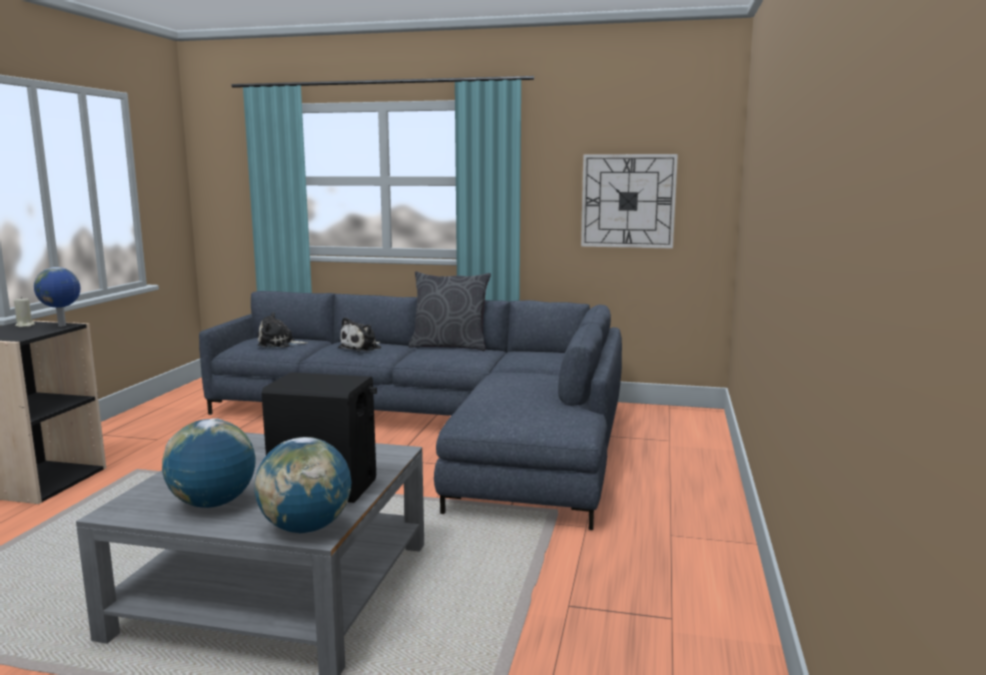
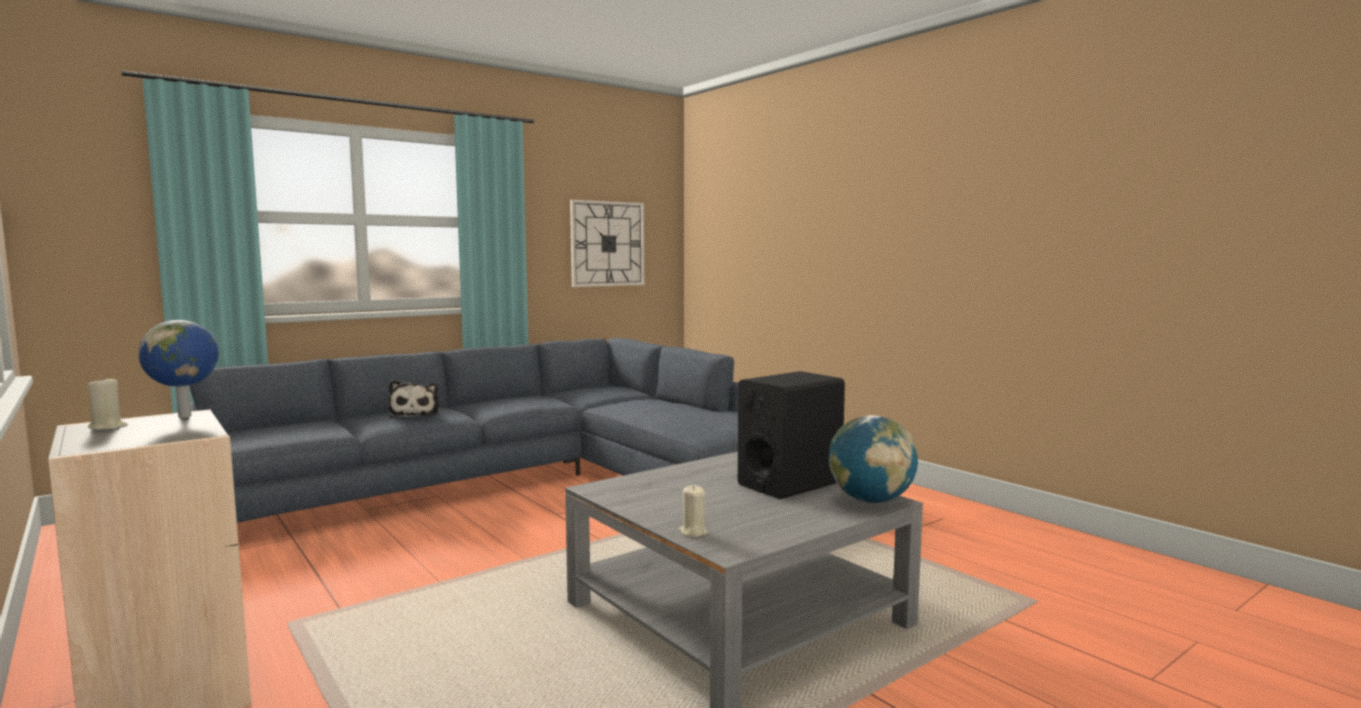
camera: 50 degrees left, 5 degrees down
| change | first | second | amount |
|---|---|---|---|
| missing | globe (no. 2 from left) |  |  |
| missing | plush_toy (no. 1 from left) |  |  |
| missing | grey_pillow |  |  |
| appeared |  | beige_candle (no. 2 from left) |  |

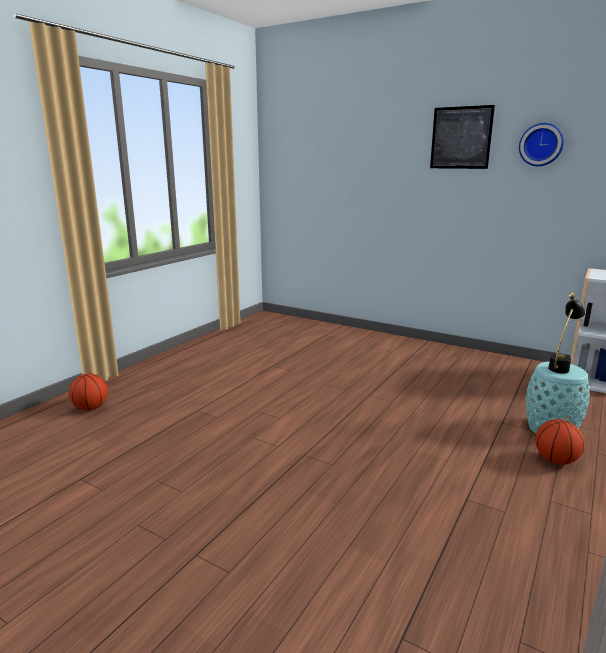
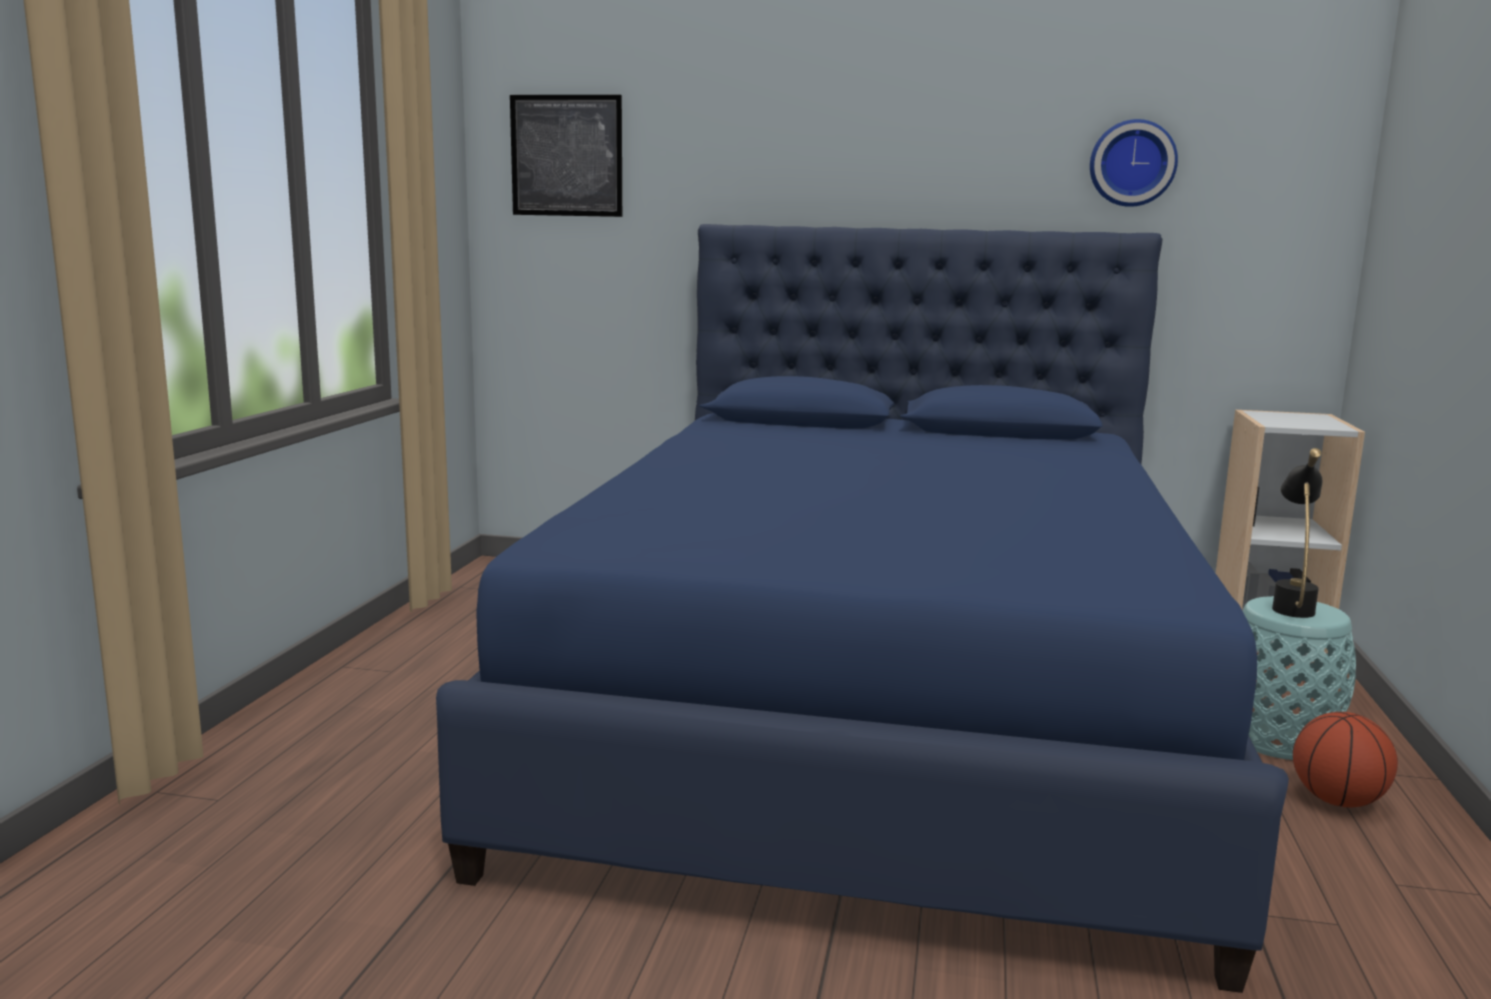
camera: 20 degrees left, 5 degrees down
| change | first | second | amount |
|---|---|---|---|
| missing | basketball (no. 1 from left) |  |  |
| appeared |  | blue_bed |  |
| relocated | picture |  |  |

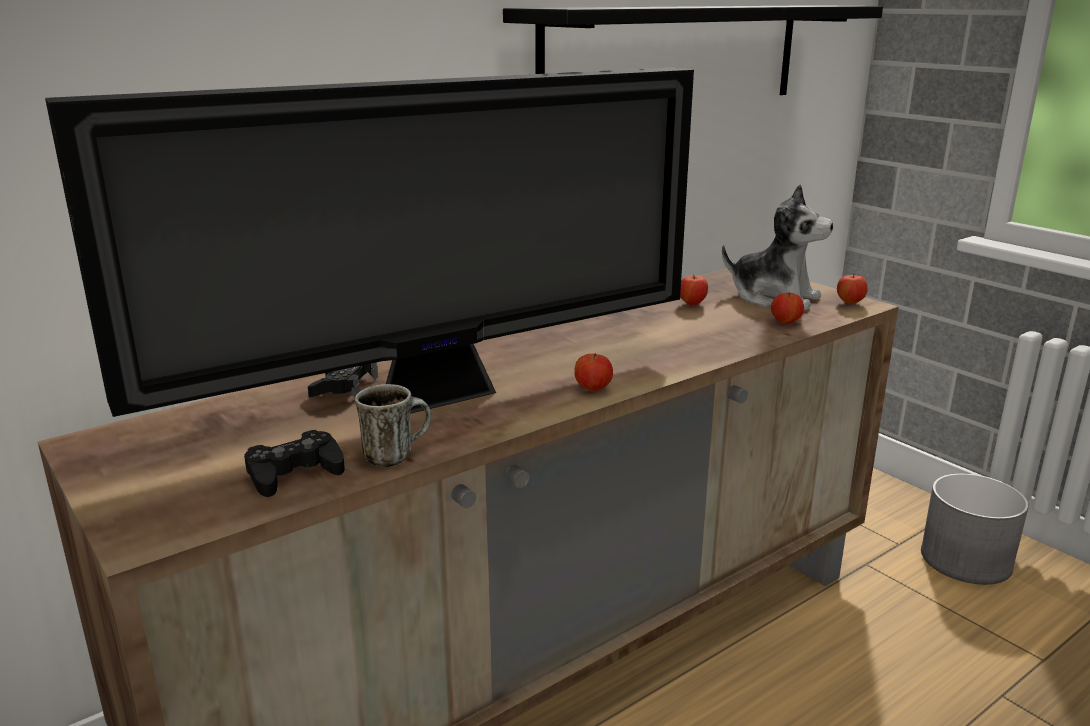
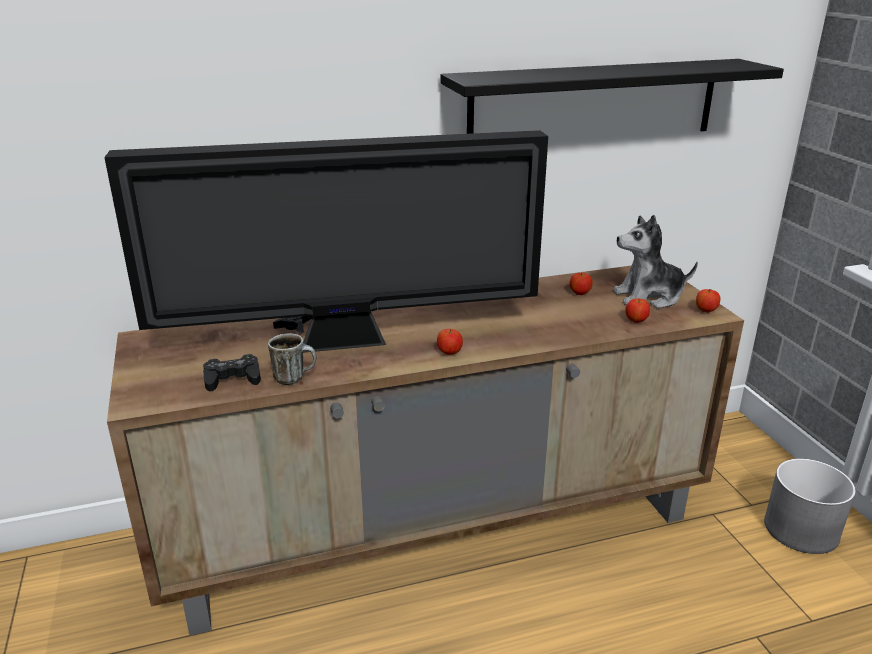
camera: 20 degrees right, 5 degrees up
| change | first | second | amount |
|---|---|---|---|
| spun | plush_toy |  | 120 degrees clockwise |

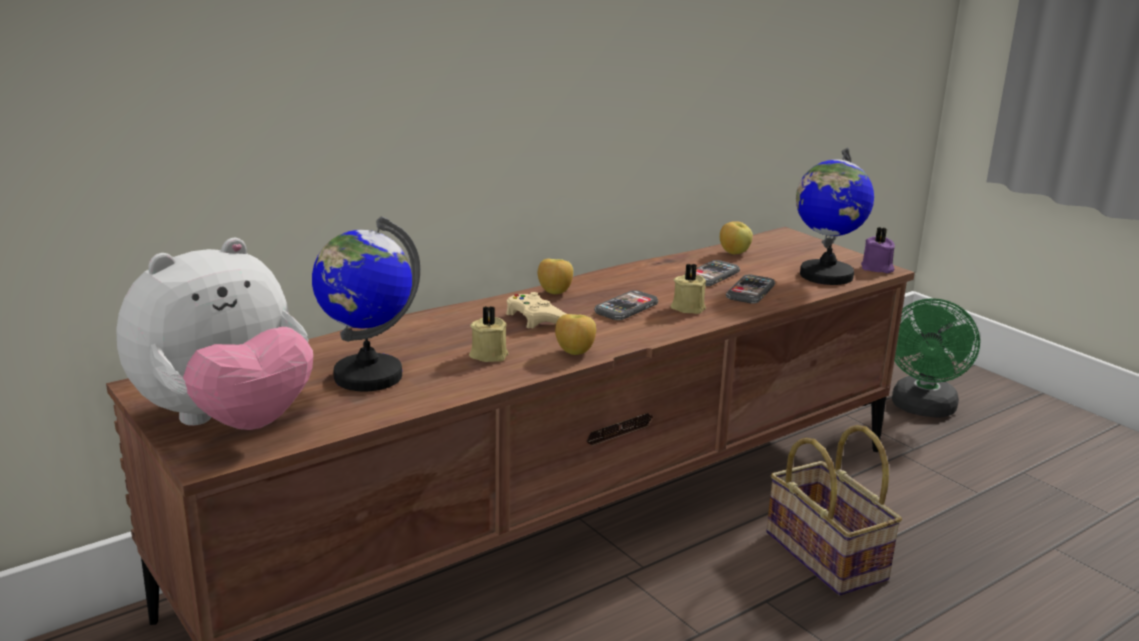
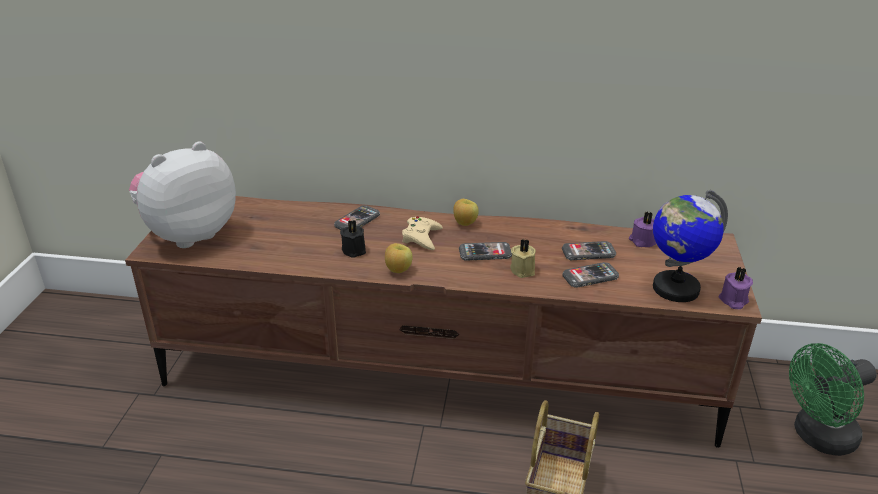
camera: 45 degrees right, 10 degrees up
| change | first | second | amount |
|---|---|---|---|
| missing | globe (no. 1 from left) |  |  |
| appeared |  | phone (no. 1 from left) |  |
| exchanged | apple (no. 3 from left) | purple_candle (no. 1 from left) |  |
| colour | beige_candle (no. 1 from left) | black_candle |  |
| spun | plush_toy |  | 135 degrees clockwise |

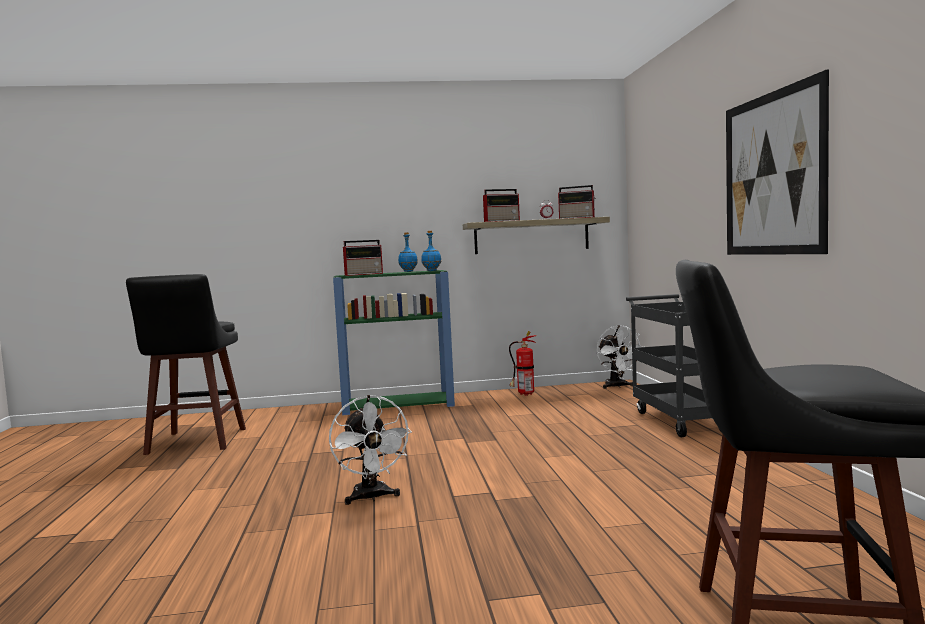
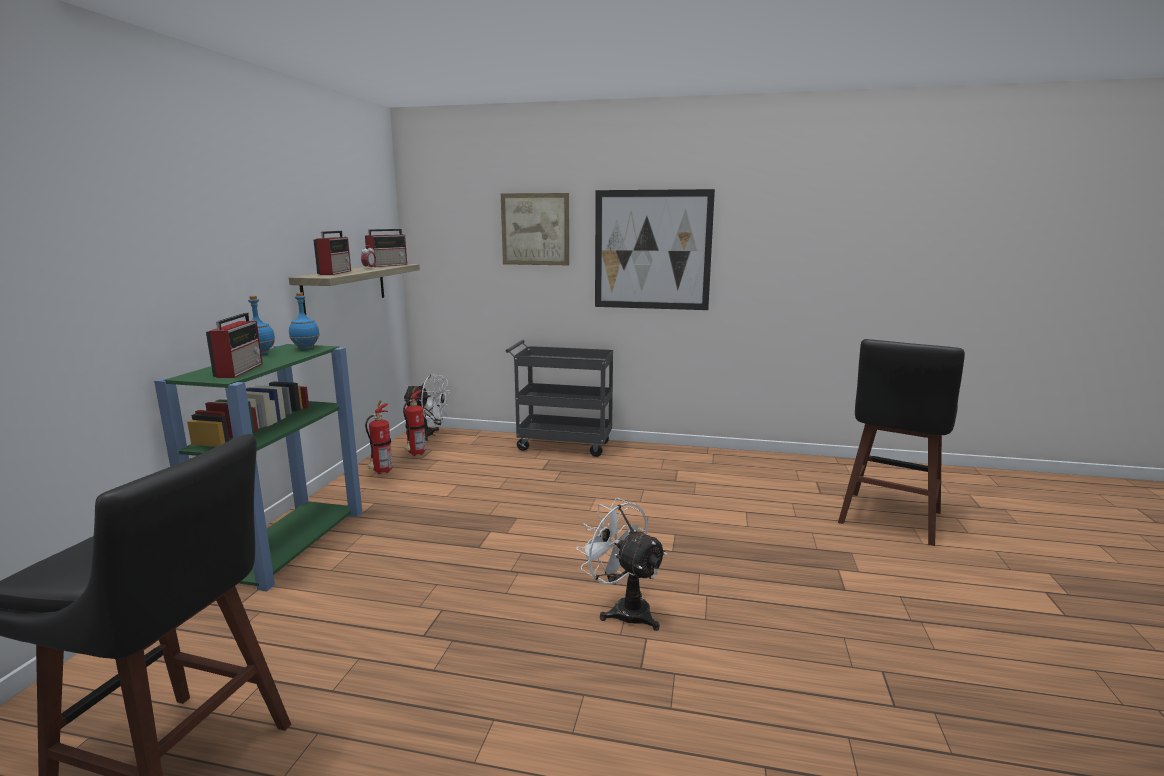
camera: 70 degrees left, 10 degrees up
| change | first | second | amount |
|---|---|---|---|
| appeared |  | fire_extinguisher (no. 2 from left) |  |
| appeared |  | picture (no. 1 from left) |  |
| spun | white_fan (no. 1 from left in the first image) | white_fan (no. 2 from left) | 135 degrees counterclockwise |

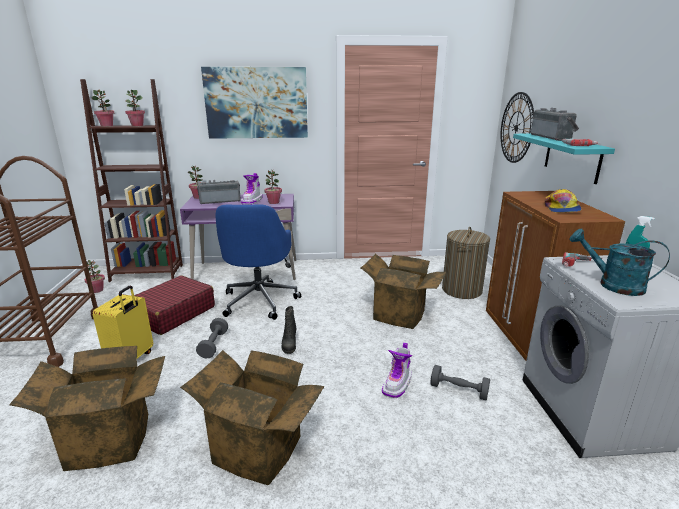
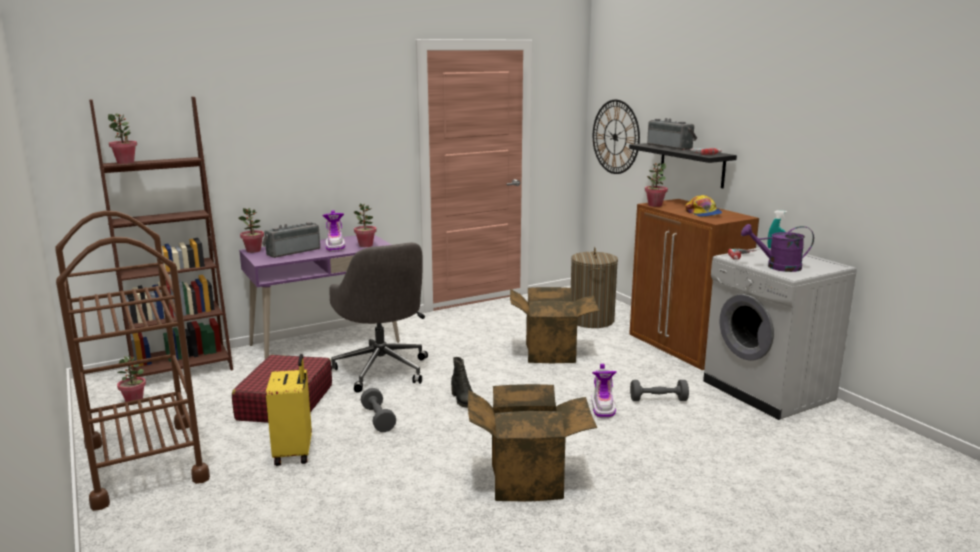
camera: 25 degrees left, 5 degrees down
| change | first | second | amount |
|---|---|---|---|
| missing | cardboard_box (no. 1 from left) |  |  |
| missing | picture |  |  |
| relocated | potted_plant (no. 3 from left in the first image) | potted_plant (no. 5 from left) |  |
| colour | blue_office_chair | grey_office_chair |  |
| colour | turquoise_shelf | black_shelf |  |
| colour | turquoise_watering_can | purple_watering_can |  |

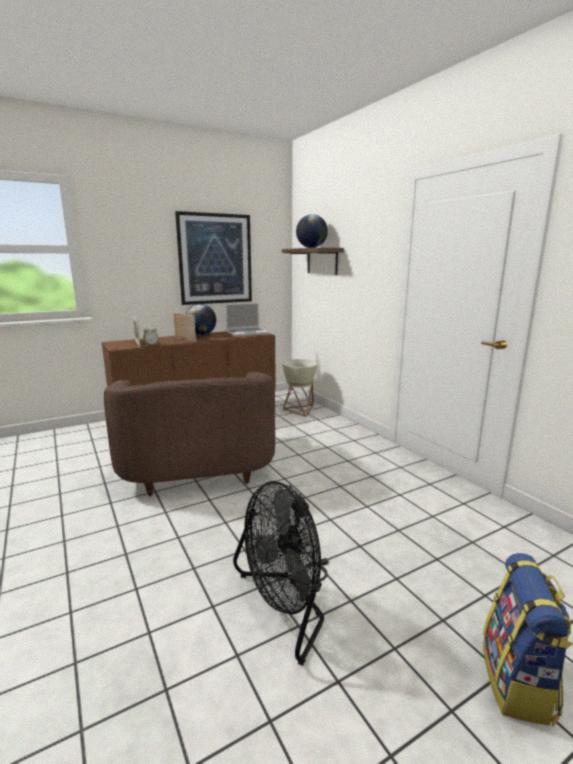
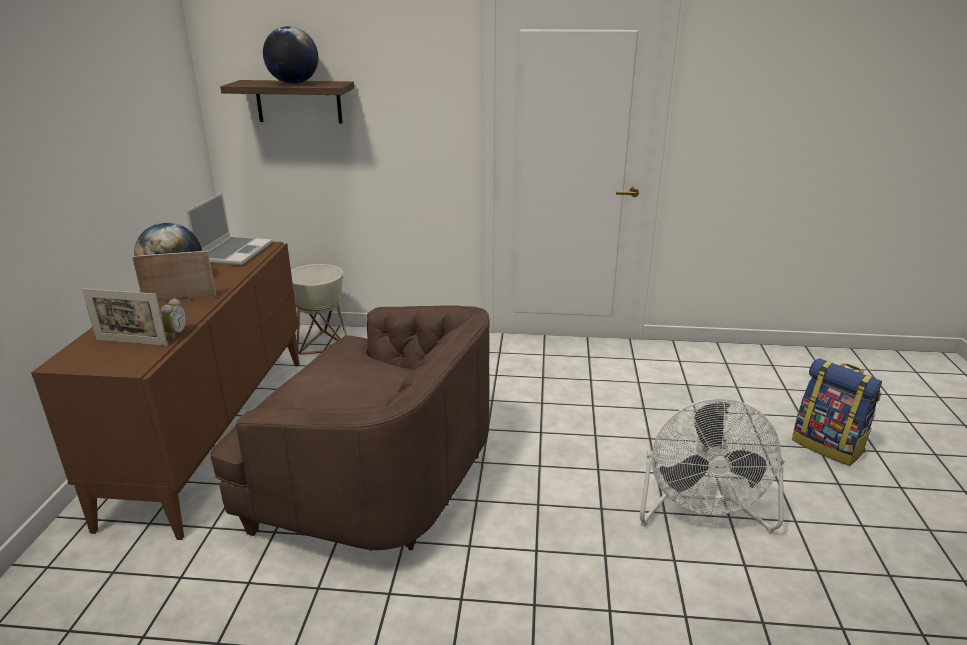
camera: 55 degrees left, 10 degrees up
| change | first | second | amount |
|---|---|---|---|
| missing | picture |  |  |
| colour | black_fan | white_fan |  |

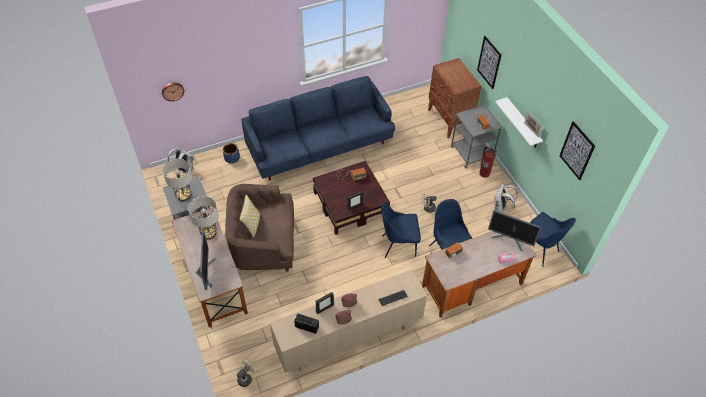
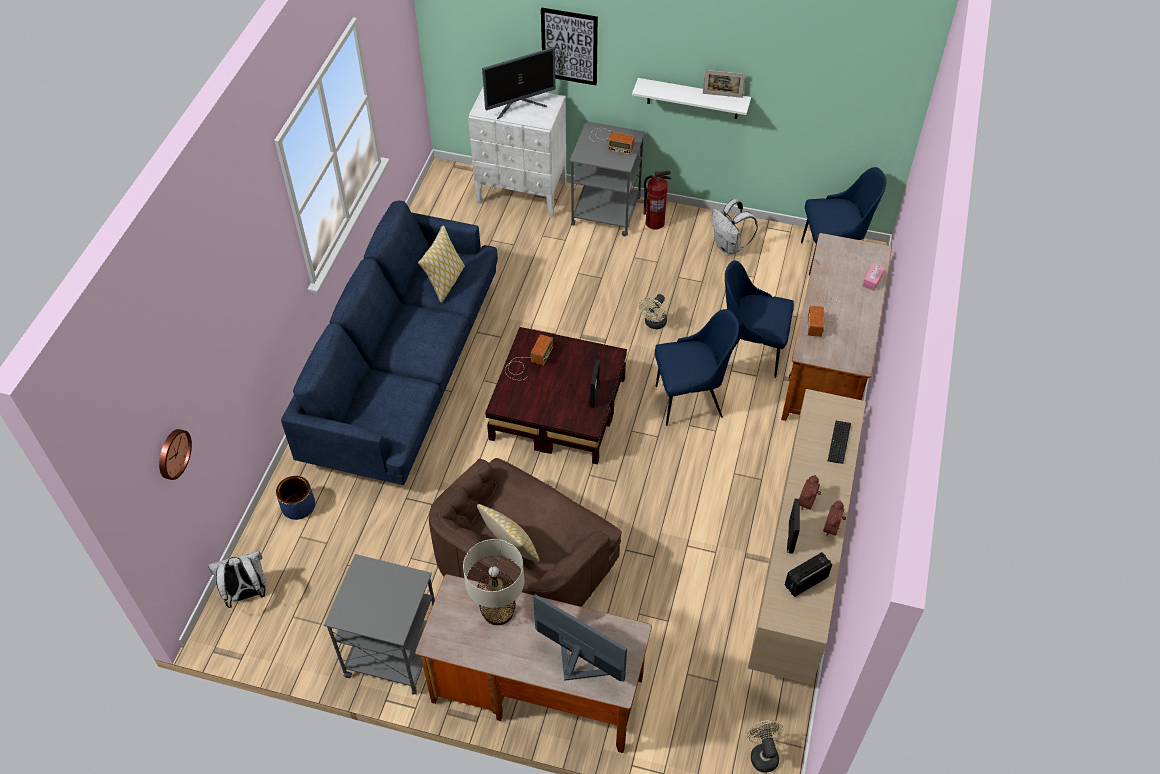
camera: 50 degrees left, 0 degrees up
| change | first | second | amount |
|---|---|---|---|
| missing | table_lamp (no. 1 from left) |  |  |
| missing | picture (no. 2 from left) |  |  |
| appeared |  | pillow (no. 1 from left) |  |
| relocated | monitor (no. 2 from left in the first image) | monitor (no. 1 from left) |  |
| colour | brown_dresser | white_dresser |  |
| spun | blue_chair (no. 1 from left) |  | 135 degrees counterclockwise |

